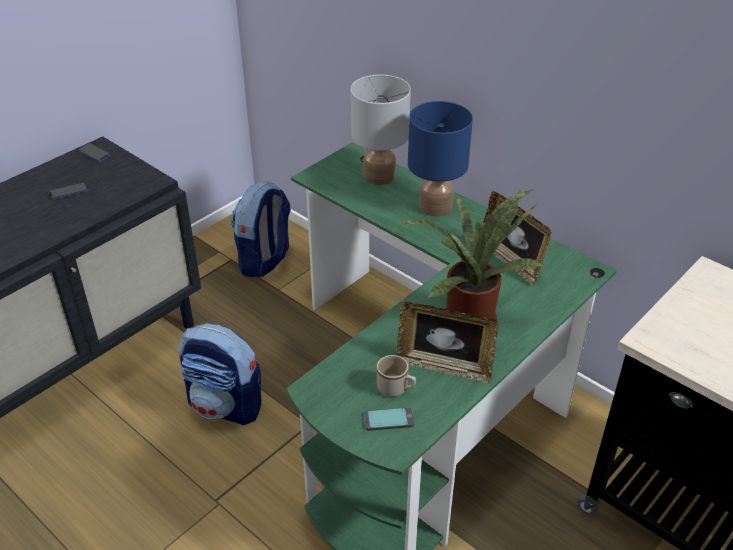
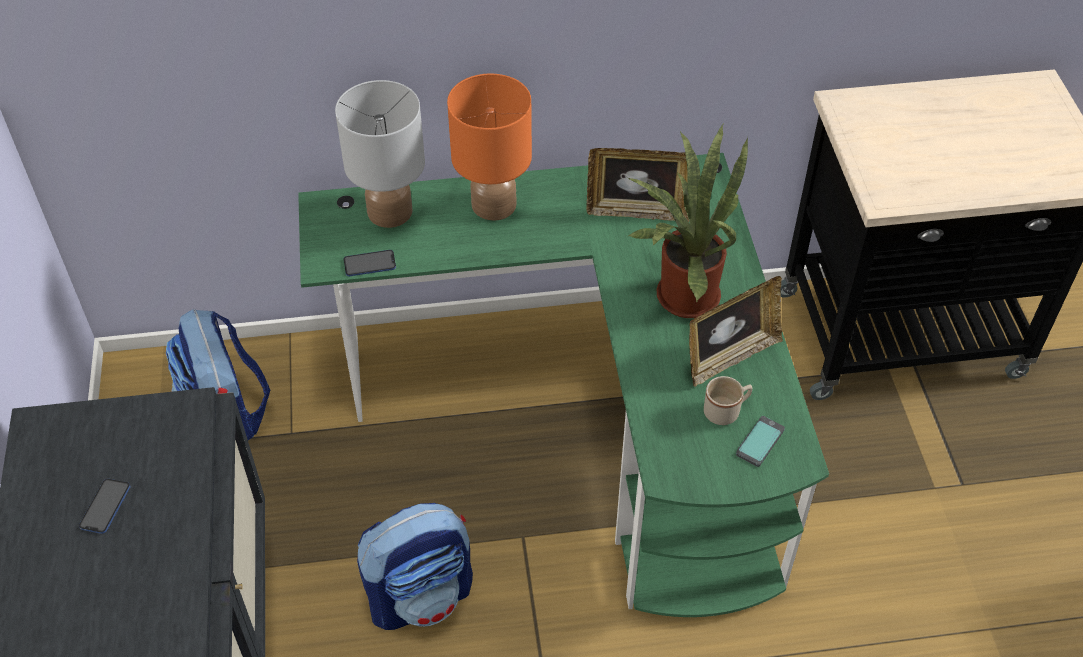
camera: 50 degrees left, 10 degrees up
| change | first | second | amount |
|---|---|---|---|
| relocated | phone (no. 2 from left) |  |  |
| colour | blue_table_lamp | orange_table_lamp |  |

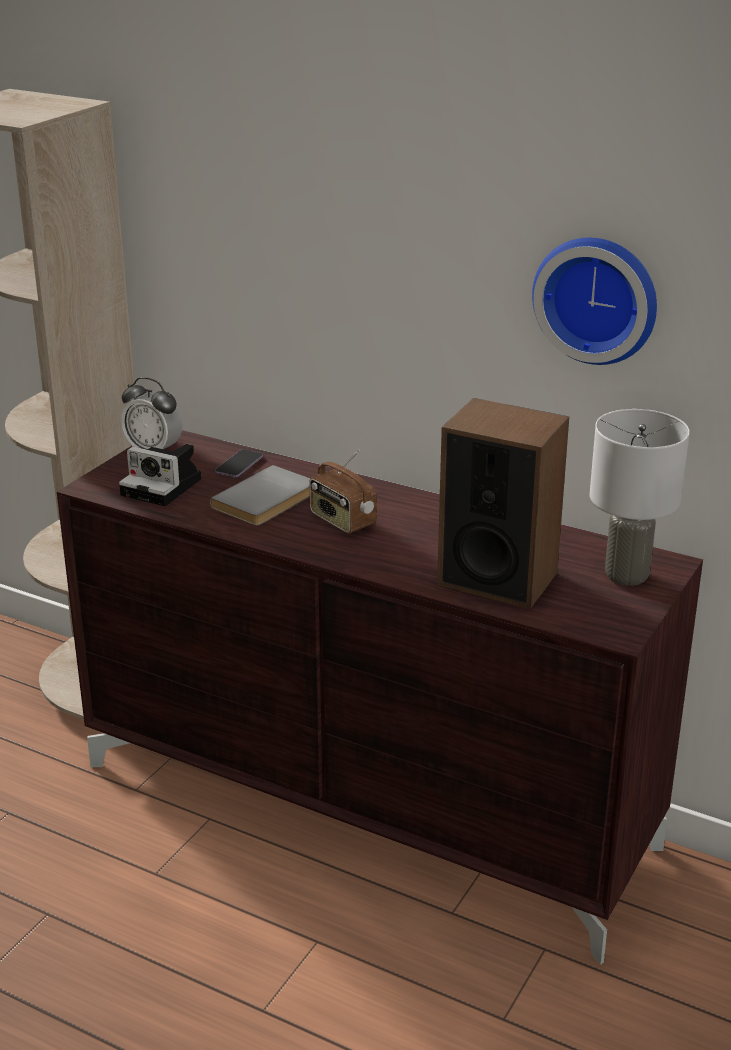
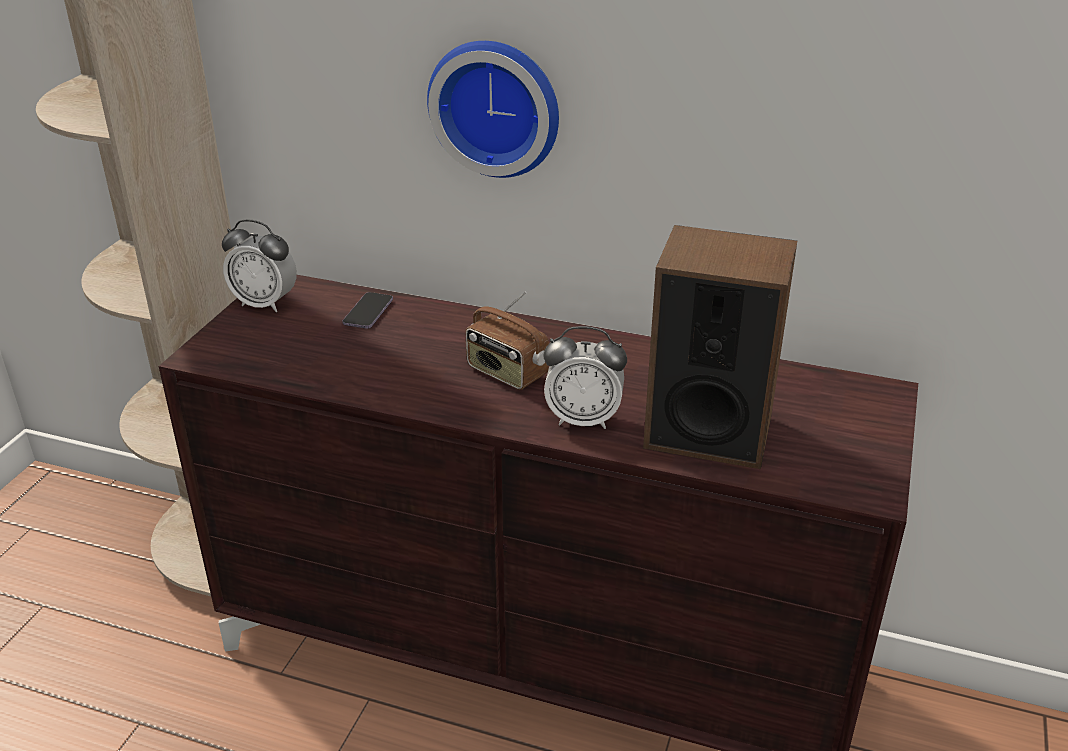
camera: 10 degrees left, 5 degrees up
| change | first | second | amount |
|---|---|---|---|
| missing | photo_camera |  |  |
| missing | grey_book |  |  |
| missing | white_table_lamp |  |  |
| appeared |  | alarm_clock (no. 2 from left) |  |
| relocated | wall_clock |  |  |

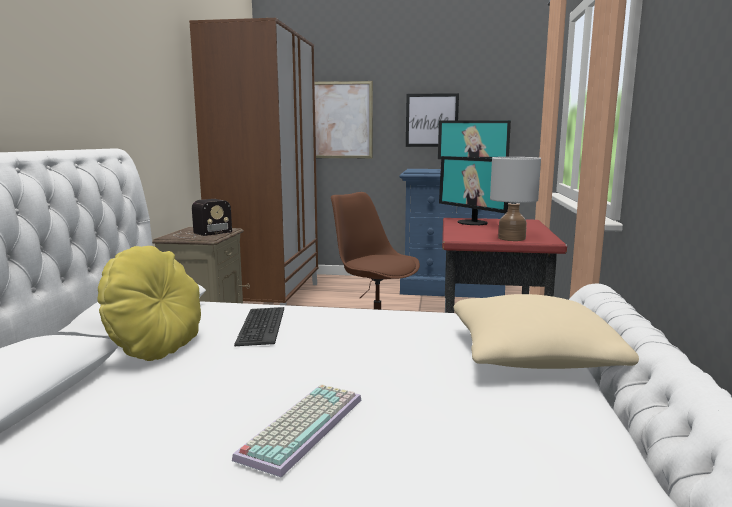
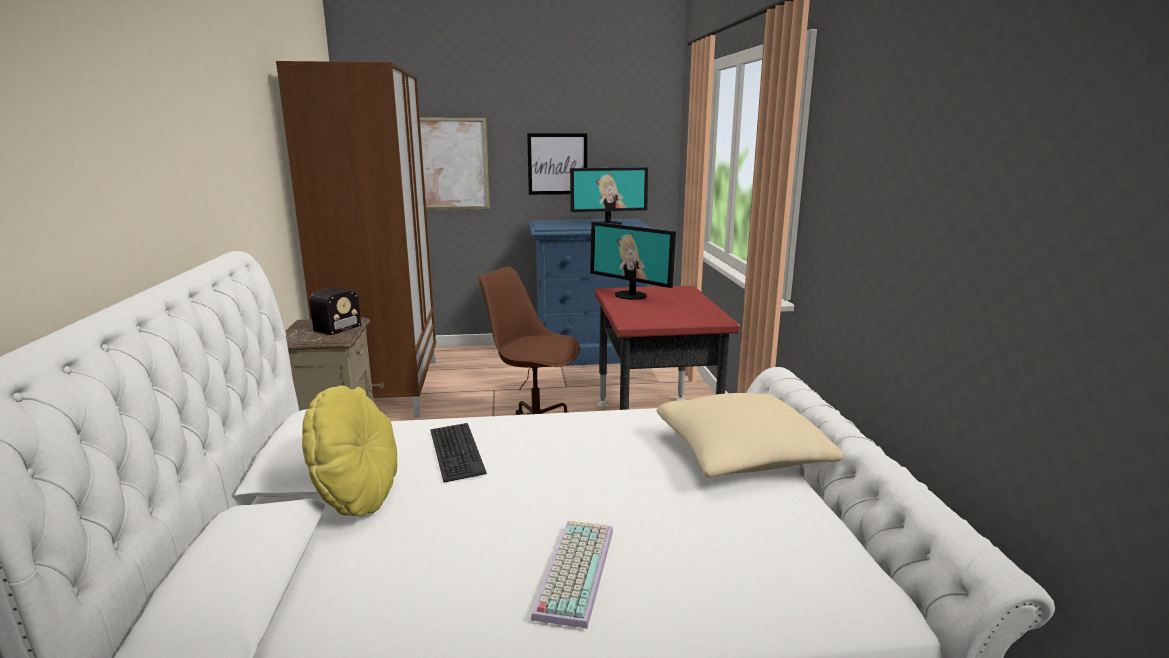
camera: 15 degrees left, 5 degrees up
| change | first | second | amount |
|---|---|---|---|
| missing | grey_table_lamp |  |  |

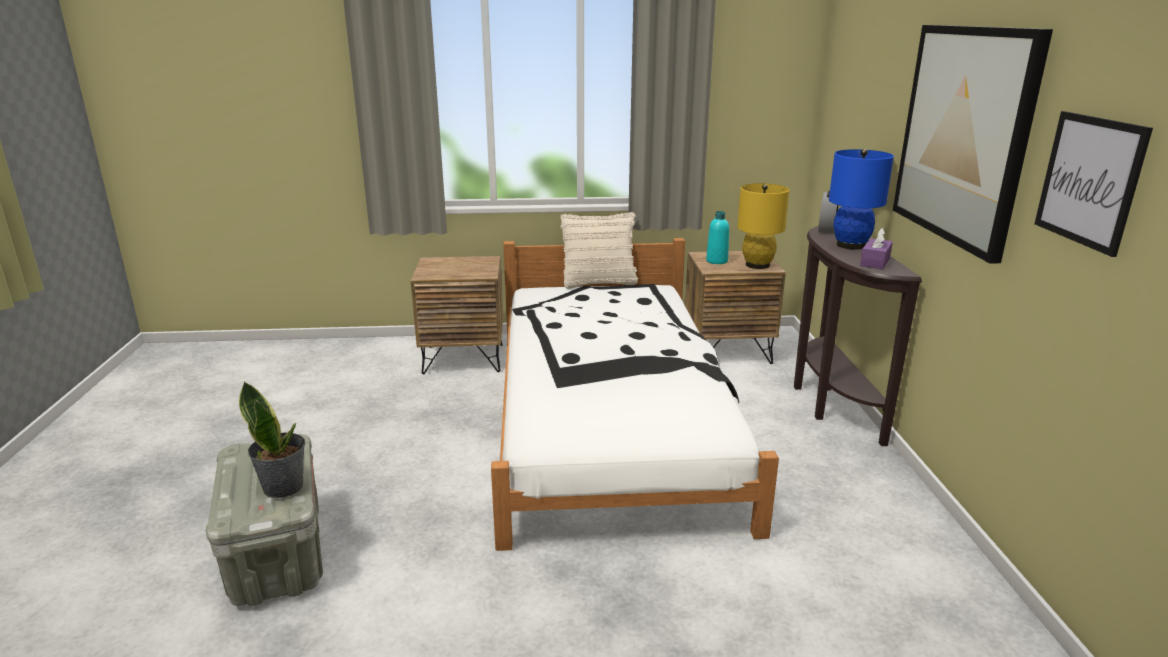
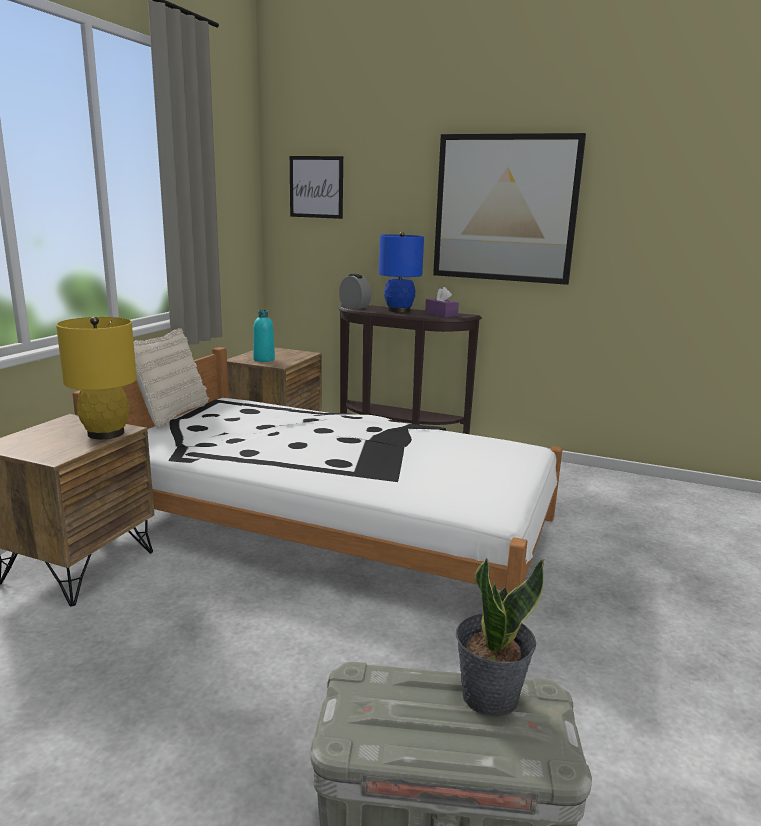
camera: 65 degrees left, 5 degrees down
| change | first | second | amount |
|---|---|---|---|
| relocated | yellow_table_lamp |  |  |
| relocated | picture (no. 2 from left in the first image) | picture (no. 1 from left) |  |

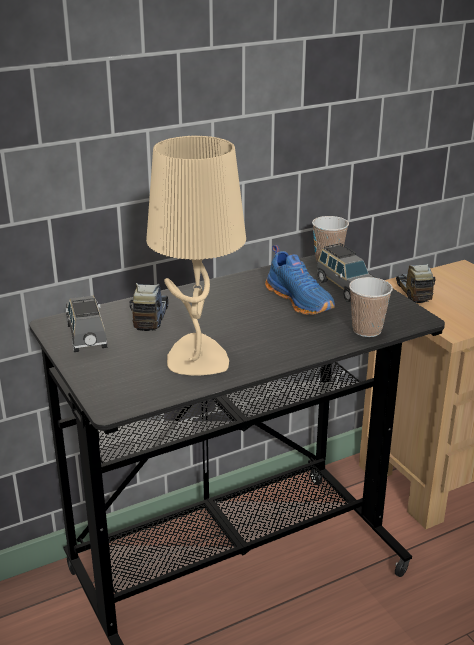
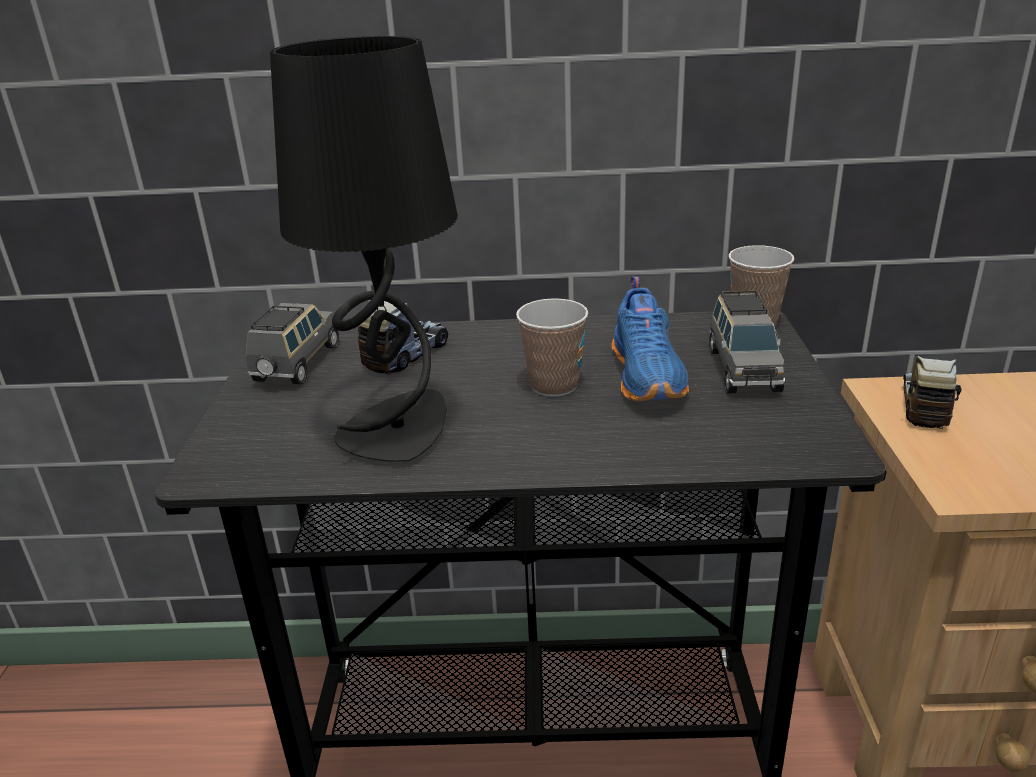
camera: 30 degrees right, 0 degrees up
| change | first | second | amount |
|---|---|---|---|
| relocated | cup (no. 2 from left in the first image) | cup (no. 1 from left) |  |
| colour | beige_table_lamp | black_table_lamp |  |

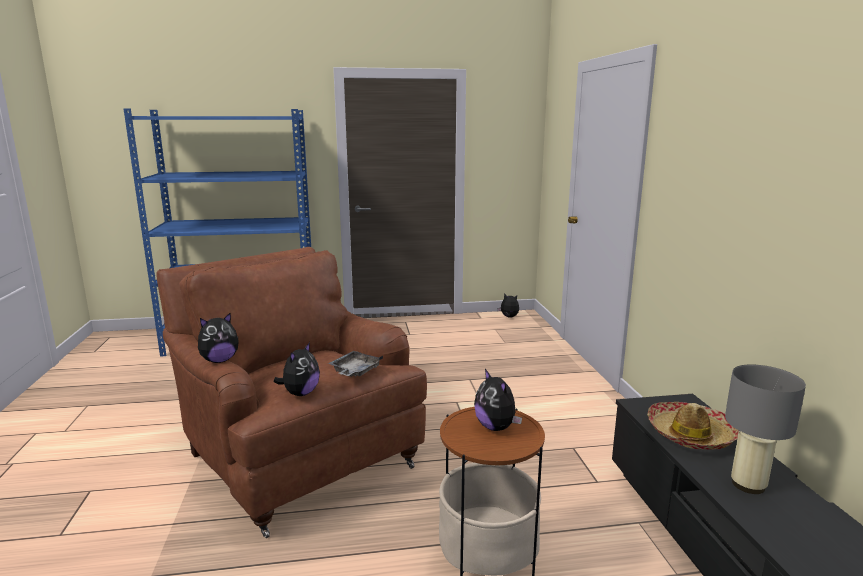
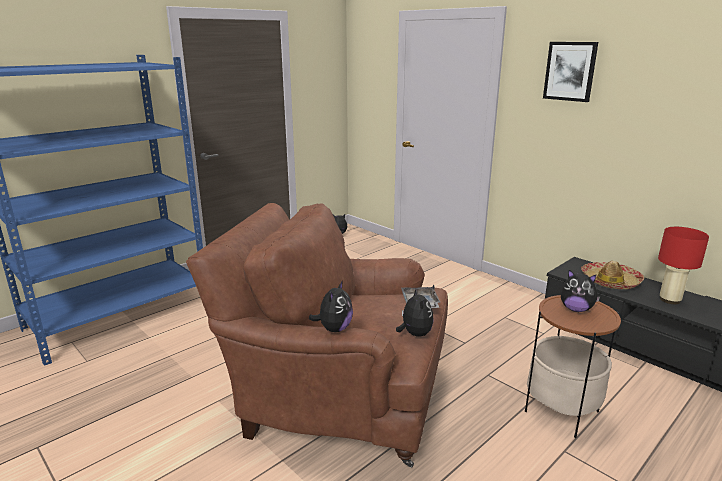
camera: 35 degrees left, 5 degrees up
| change | first | second | amount |
|---|---|---|---|
| appeared |  | picture |  |
| colour | grey_table_lamp | red_table_lamp |  |

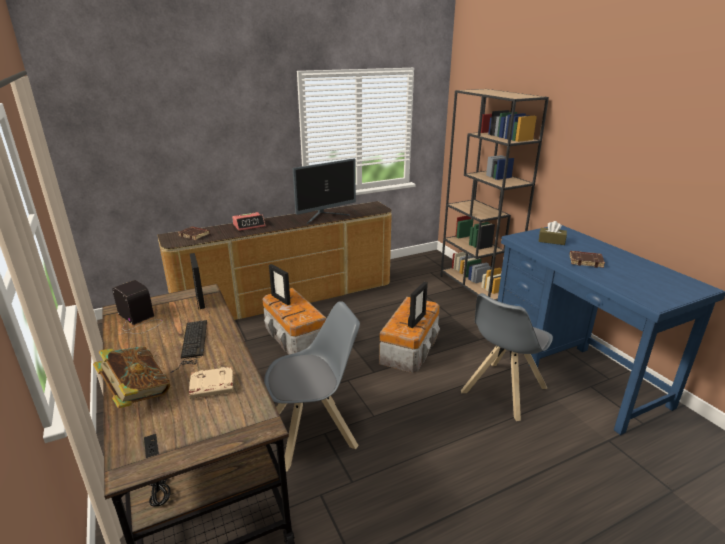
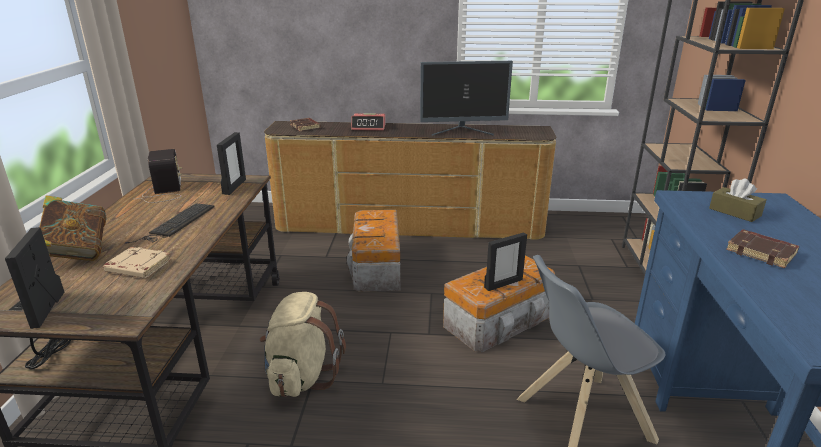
camera: 30 degrees right, 0 degrees up
| change | first | second | amount |
|---|---|---|---|
| relocated | picture_frame (no. 2 from left in the first image) | picture_frame (no. 1 from left) |  |
| exchanged | grey_chair (no. 1 from left) | beige_backpack |  |

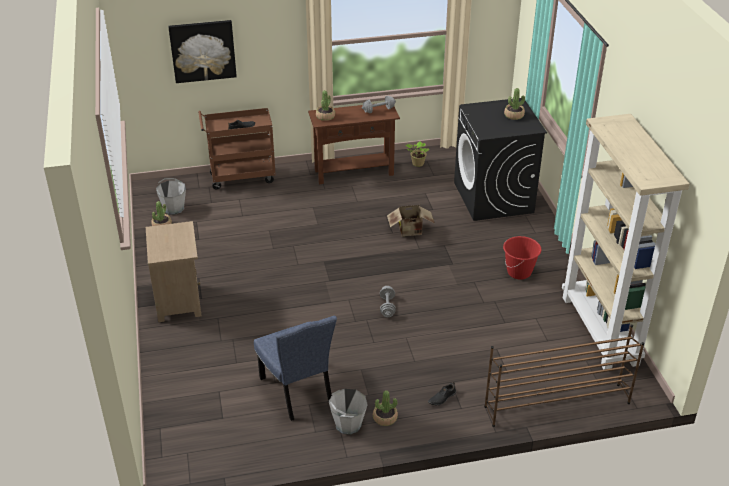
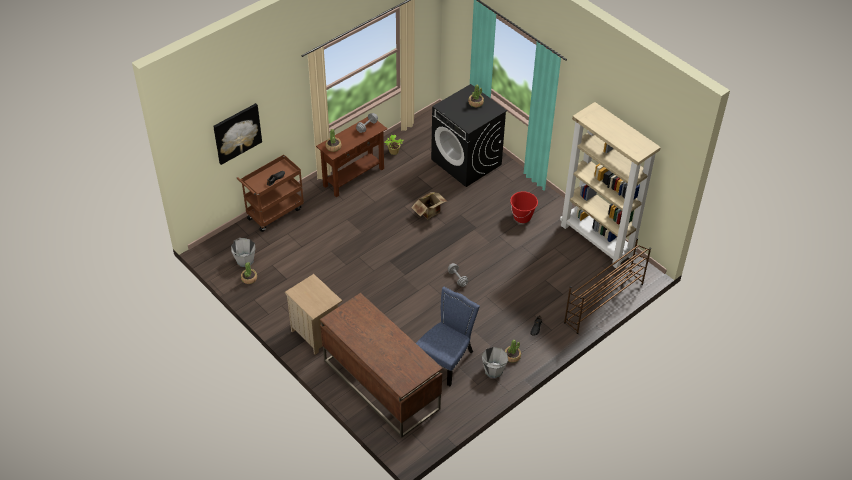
camera: 30 degrees left, 10 degrees up
| change | first | second | amount |
|---|---|---|---|
| appeared |  | brown_desk |  |
| spun | blue_chair |  | 90 degrees counterclockwise |

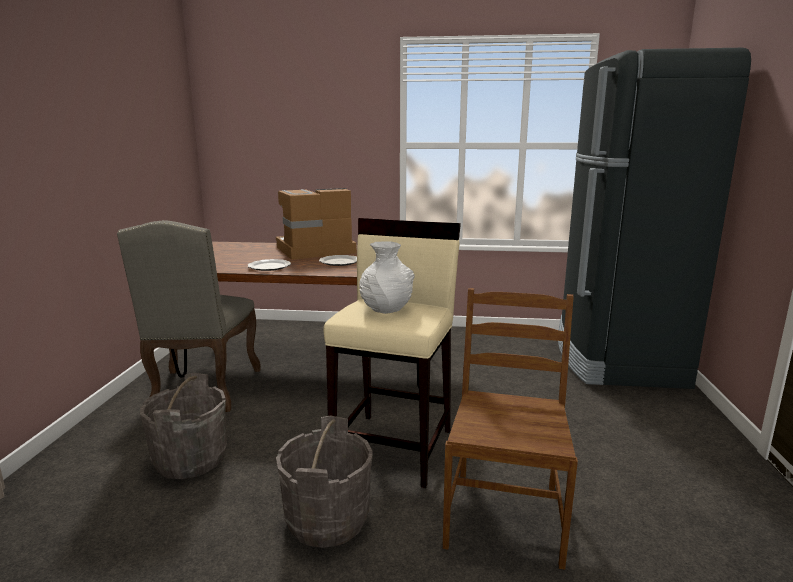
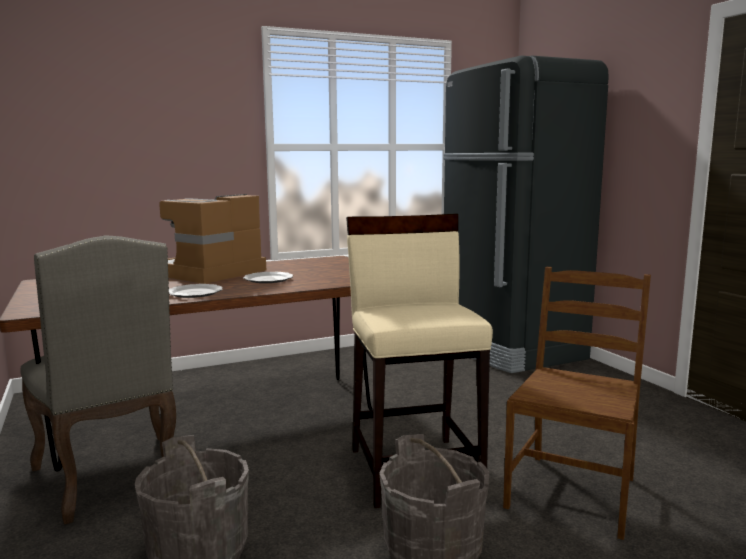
camera: 30 degrees left, 5 degrees down
| change | first | second | amount |
|---|---|---|---|
| missing | white_vase |  |  |
| spun | brown_chair |  | 45 degrees clockwise |

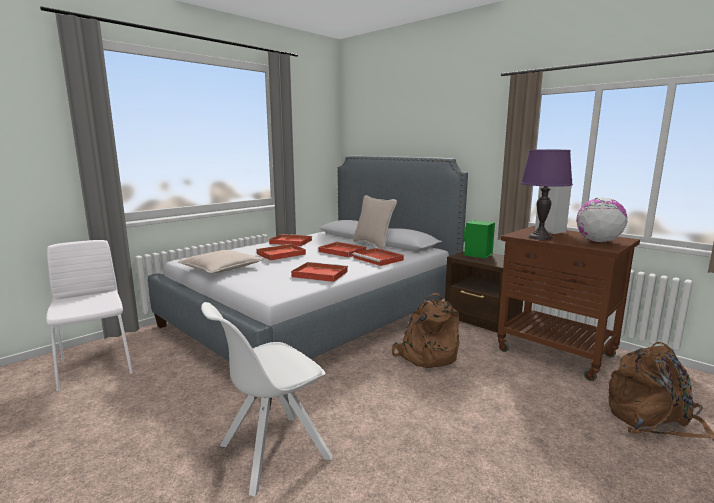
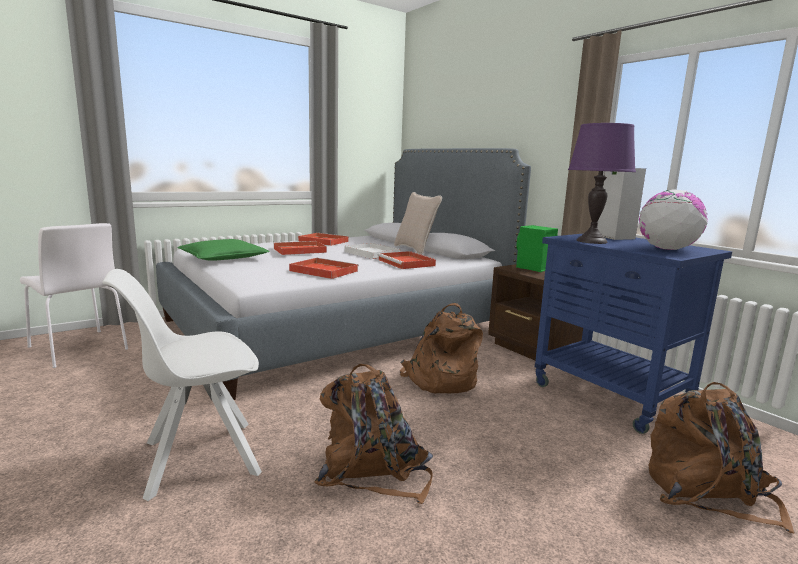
camera: 10 degrees right, 0 degrees up
| change | first | second | amount |
|---|---|---|---|
| appeared |  | brown_backpack (no. 1 from left) |  |
| colour | beige_pillow (no. 1 from left) | green_pillow |  |
| colour | red_tray (no. 4 from left) | white_tray |  |
| colour | brown_cart | blue_cart |  |
| spun | white_chair (no. 1 from left) |  | 150 degrees clockwise |

